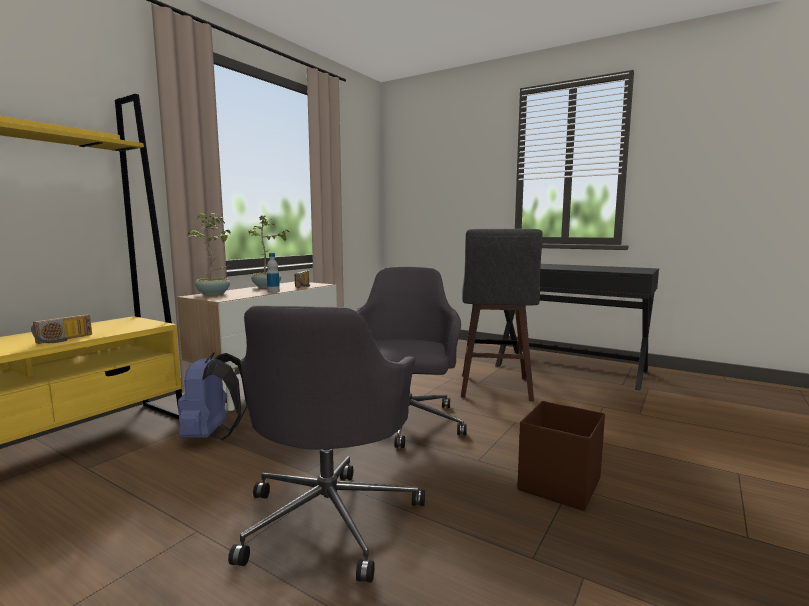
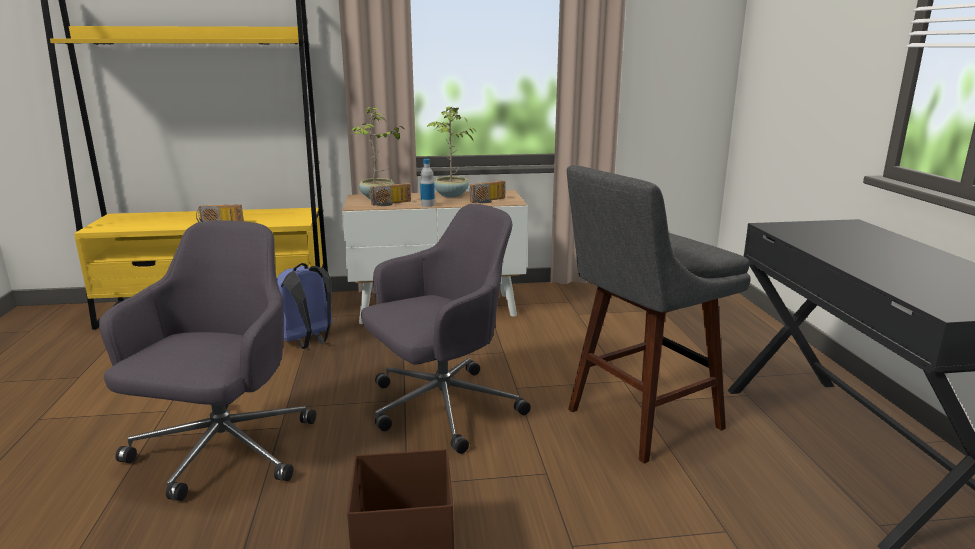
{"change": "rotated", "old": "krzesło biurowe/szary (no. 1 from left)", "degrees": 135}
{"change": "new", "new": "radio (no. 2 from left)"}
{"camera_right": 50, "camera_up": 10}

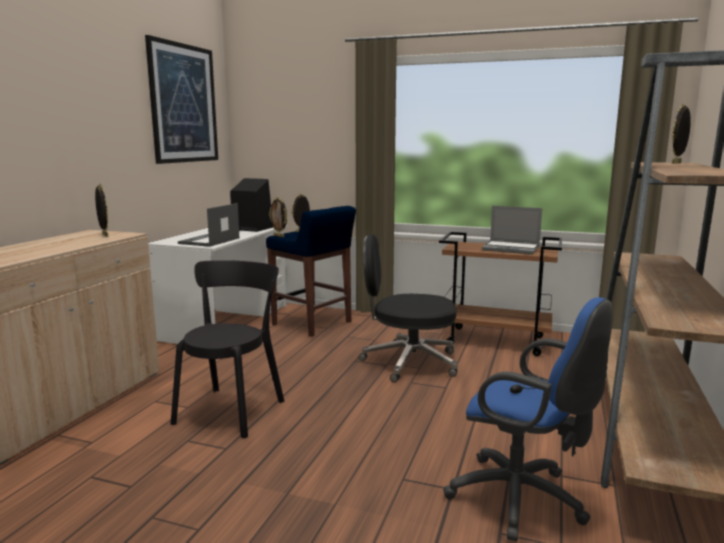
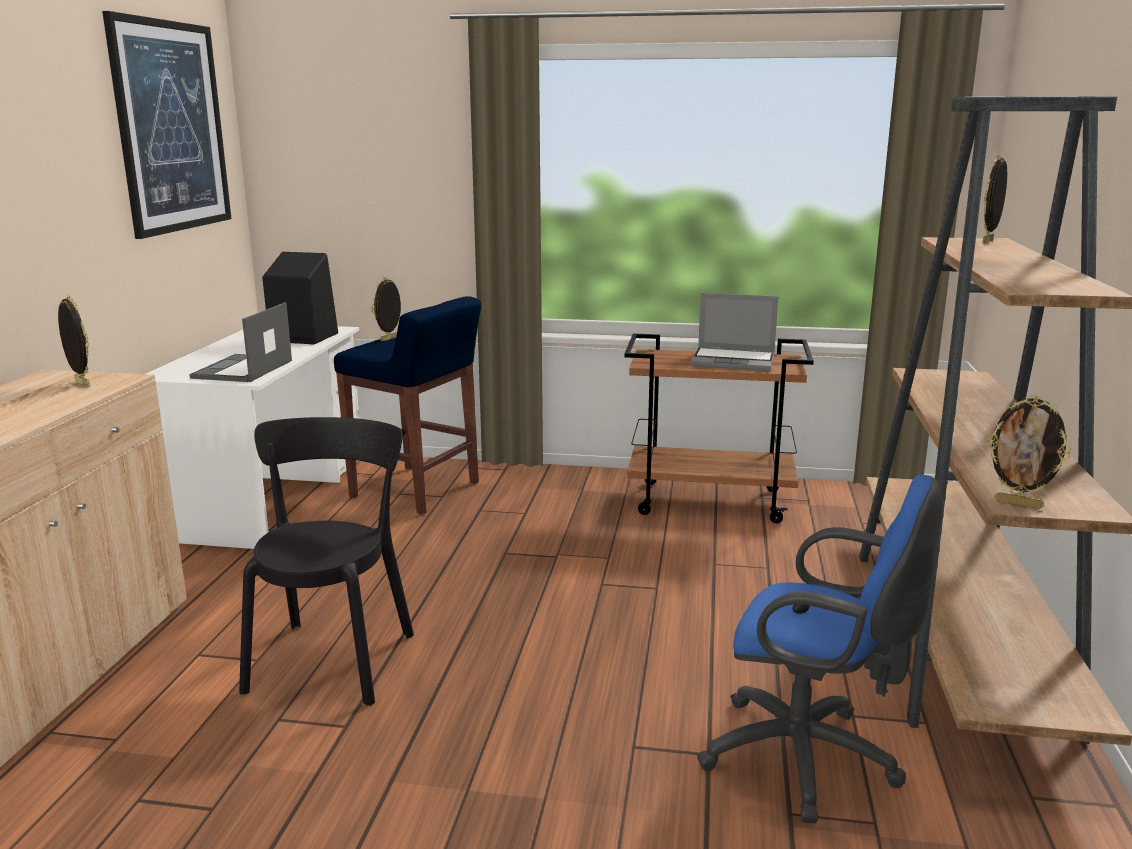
{"change": "shifted", "old": "ramka na zdjęcie (no. 2 from left in the first image)", "new": "ramka na zdjęcie (no. 4 from left)"}
{"change": "gone", "old": "krzesło biurowe/czarny"}
{"camera_right": -10, "camera_up": 5}

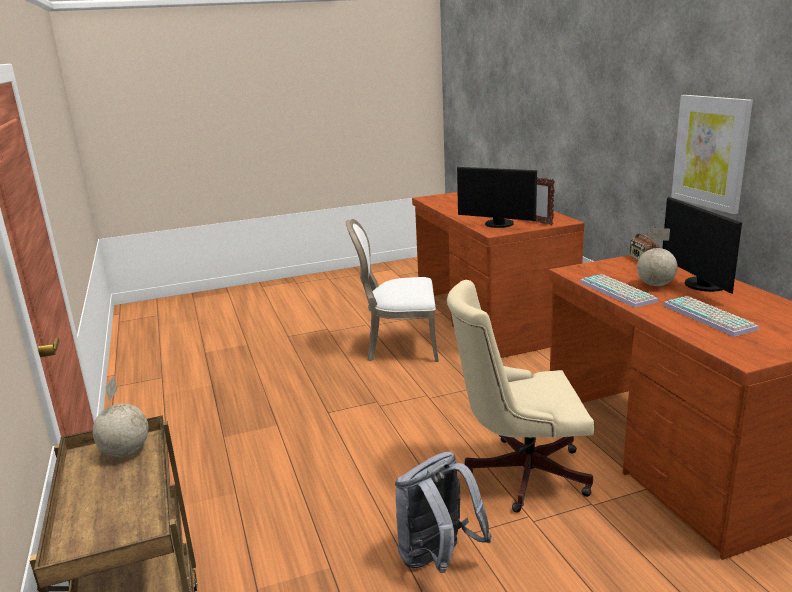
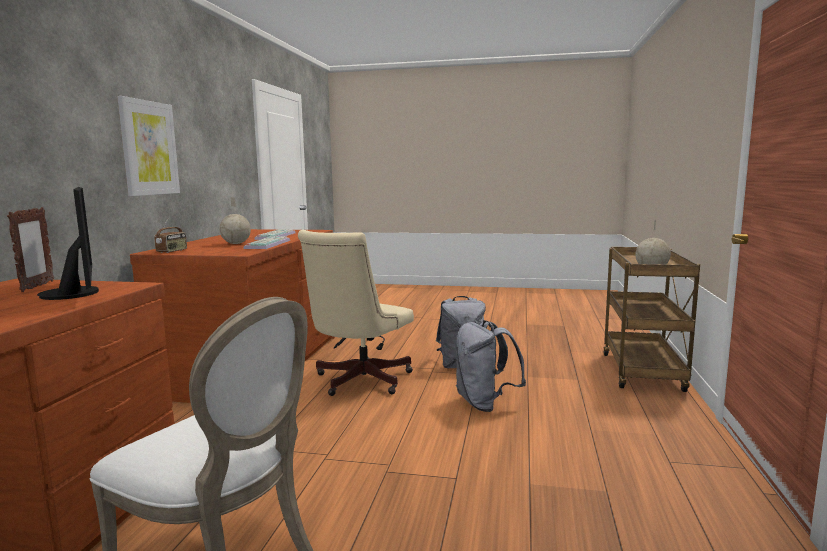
{"change": "rotated", "old": "krzesło biurowe/beżowy", "degrees": 90}
{"change": "new", "new": "plecak/szary (no. 2 from left)"}
{"change": "gone", "old": "monitor (no. 2 from left)"}
{"camera_right": -150, "camera_up": -10}

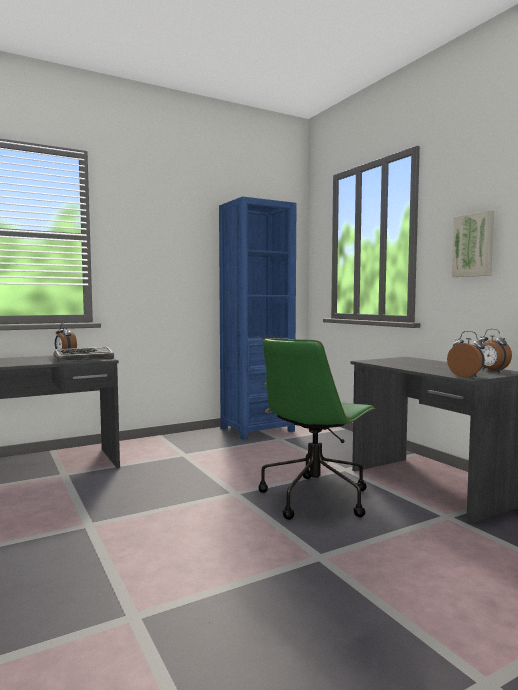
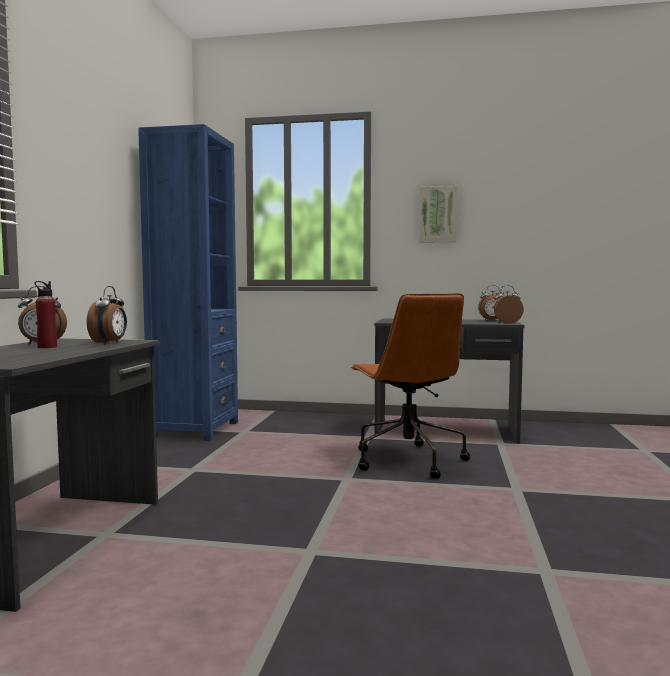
{"change": "new", "new": "butelka/czerwony"}
{"change": "swapped", "old": "klawiatura", "new": "budzik (no. 2 from left)"}
{"change": "repainted", "old": "krzesło biurowe/zielony", "new": "krzesło biurowe/brązowy"}
{"camera_right": -50, "camera_up": 0}

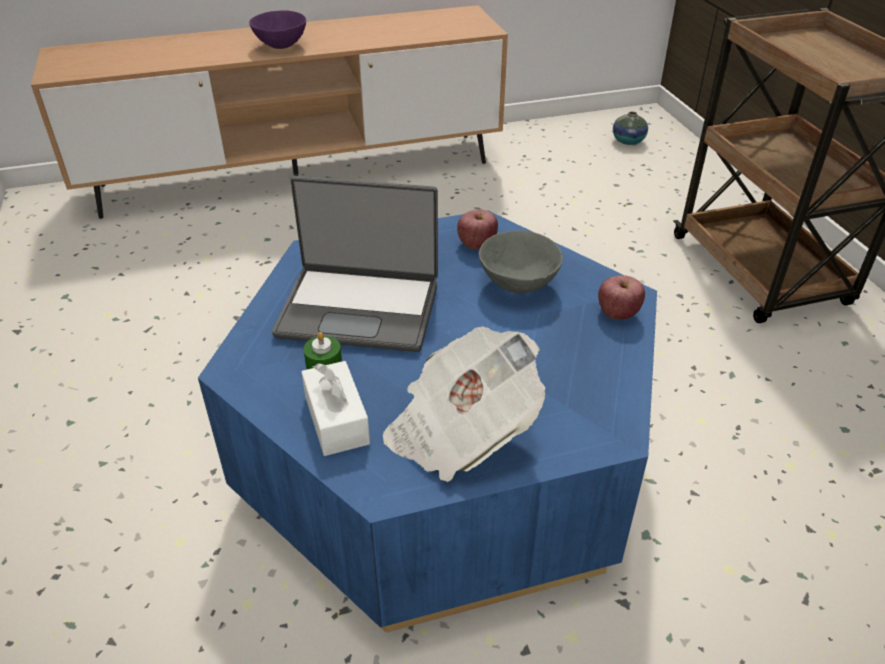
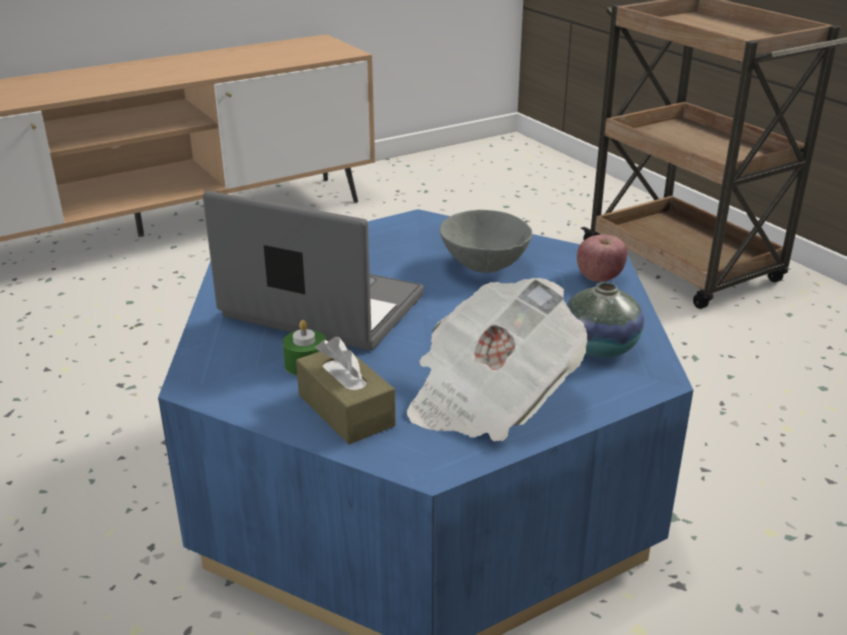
{"change": "rotated", "old": "laptop", "degrees": -150}
{"change": "repainted", "old": "pudełko chusteczek/biały", "new": "pudełko chusteczek/brązowy"}
{"change": "shifted", "old": "wazon"}
{"change": "gone", "old": "miska/fioletowy"}
{"change": "gone", "old": "jabłko (no. 1 from left)"}
{"camera_right": -15, "camera_up": -10}

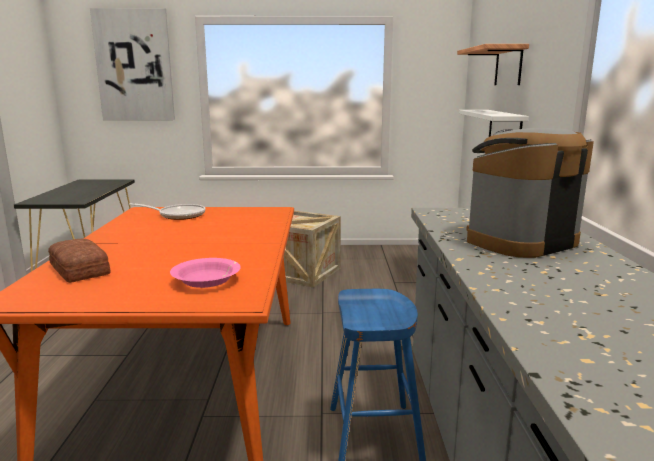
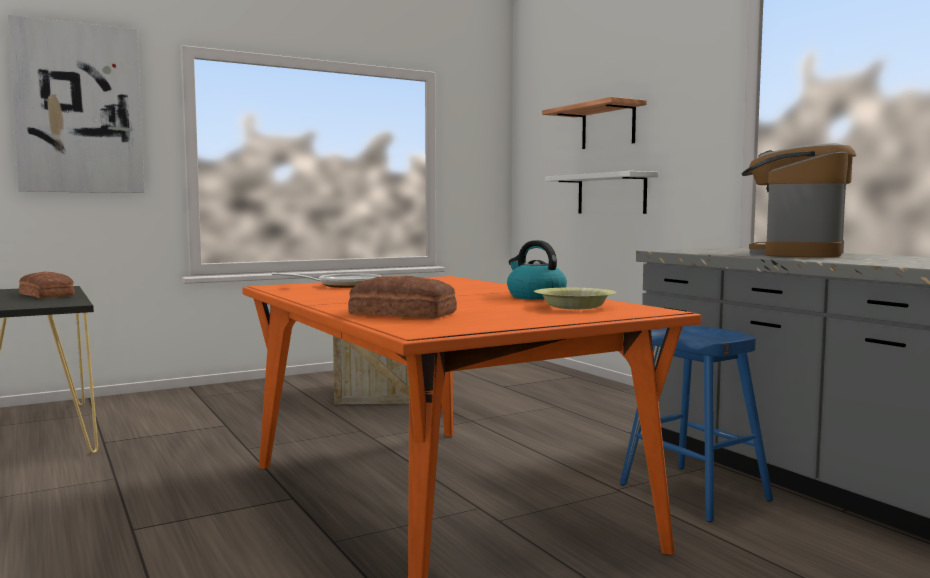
{"change": "new", "new": "chleb (no. 1 from left)"}
{"change": "new", "new": "czajnik"}
{"change": "repainted", "old": "miska/różowy", "new": "miska/żółty"}
{"camera_right": -30, "camera_up": -10}

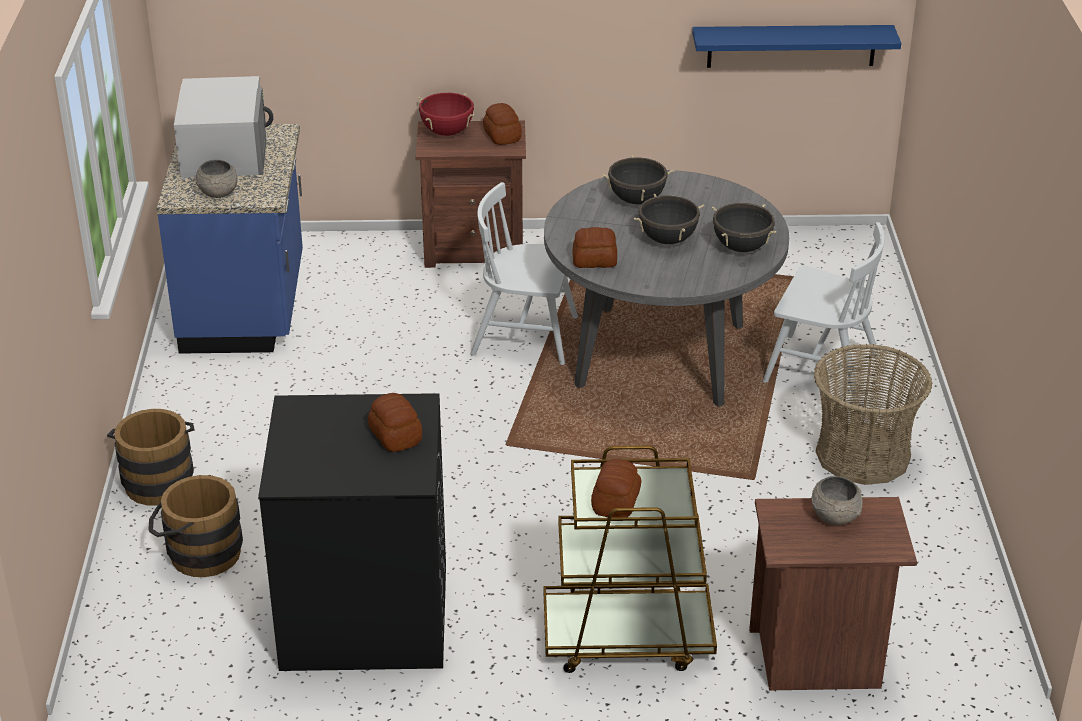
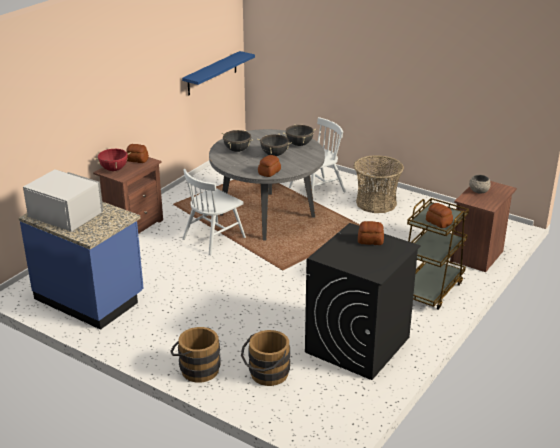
{"change": "gone", "old": "miska/szary (no. 1 from left)"}
{"camera_right": -55, "camera_up": -5}

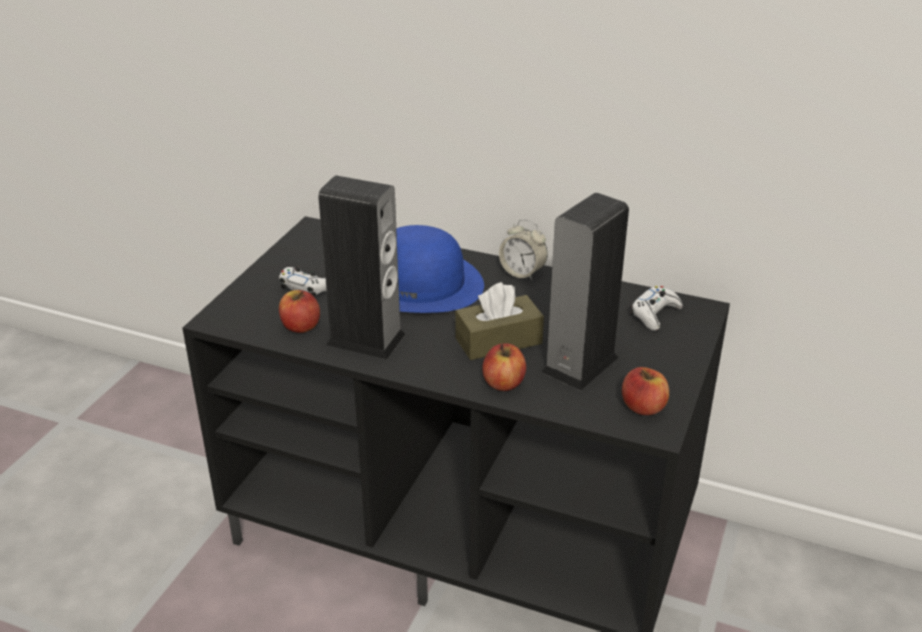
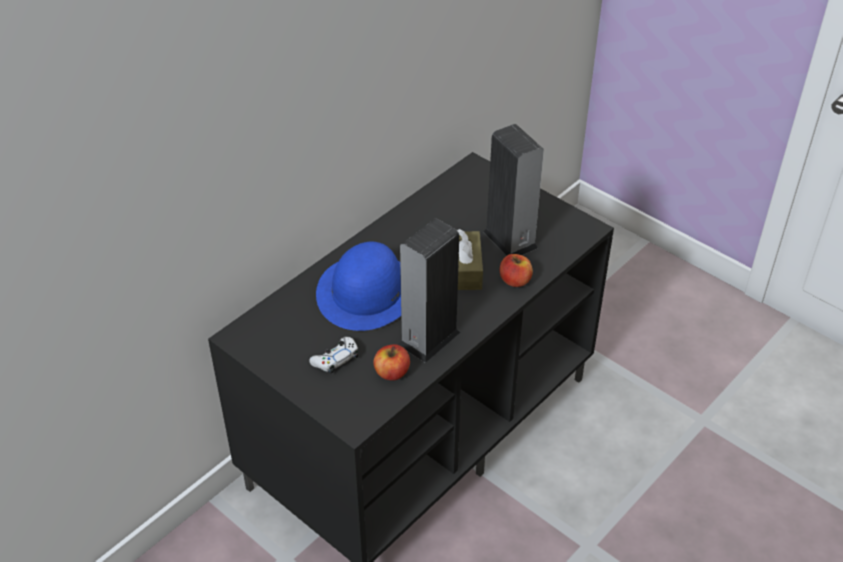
{"change": "gone", "old": "budzik"}
{"change": "gone", "old": "jabłko (no. 3 from left)"}
{"change": "gone", "old": "pad do gier/biały (no. 2 from left)"}
{"camera_right": -70, "camera_up": 10}

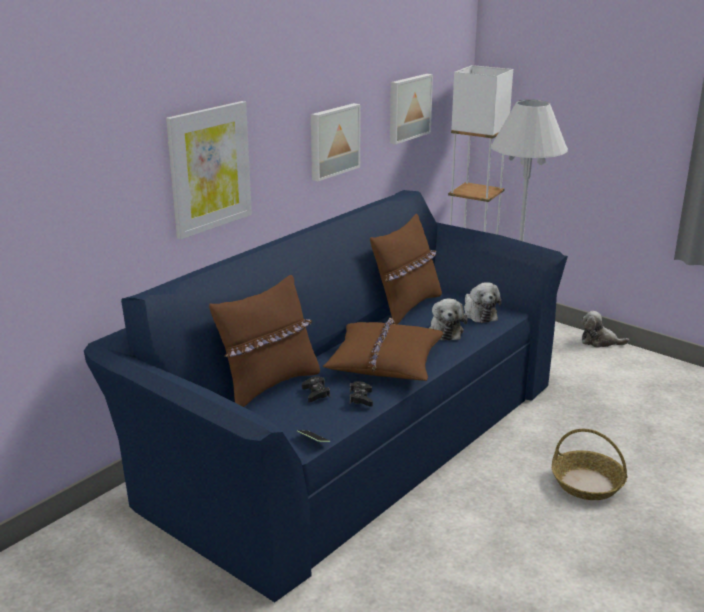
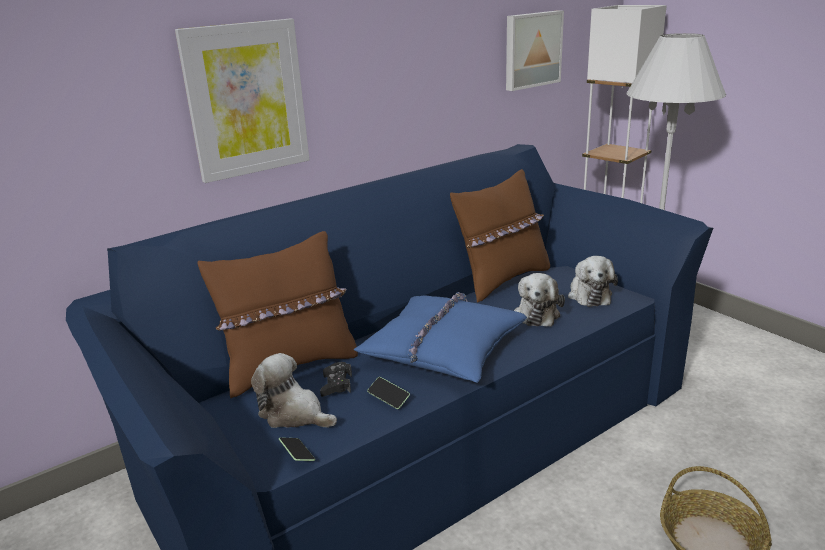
{"change": "shifted", "old": "pluszak (no. 3 from left in the first image)", "new": "pluszak (no. 1 from left)"}
{"change": "repainted", "old": "poduszka/brązowy (no. 2 from left)", "new": "poduszka/niebieski"}
{"change": "swapped", "old": "pad do gier/czarny (no. 2 from left)", "new": "telefon (no. 2 from left)"}
{"change": "gone", "old": "obraz (no. 2 from left)"}
{"camera_right": 15, "camera_up": 0}

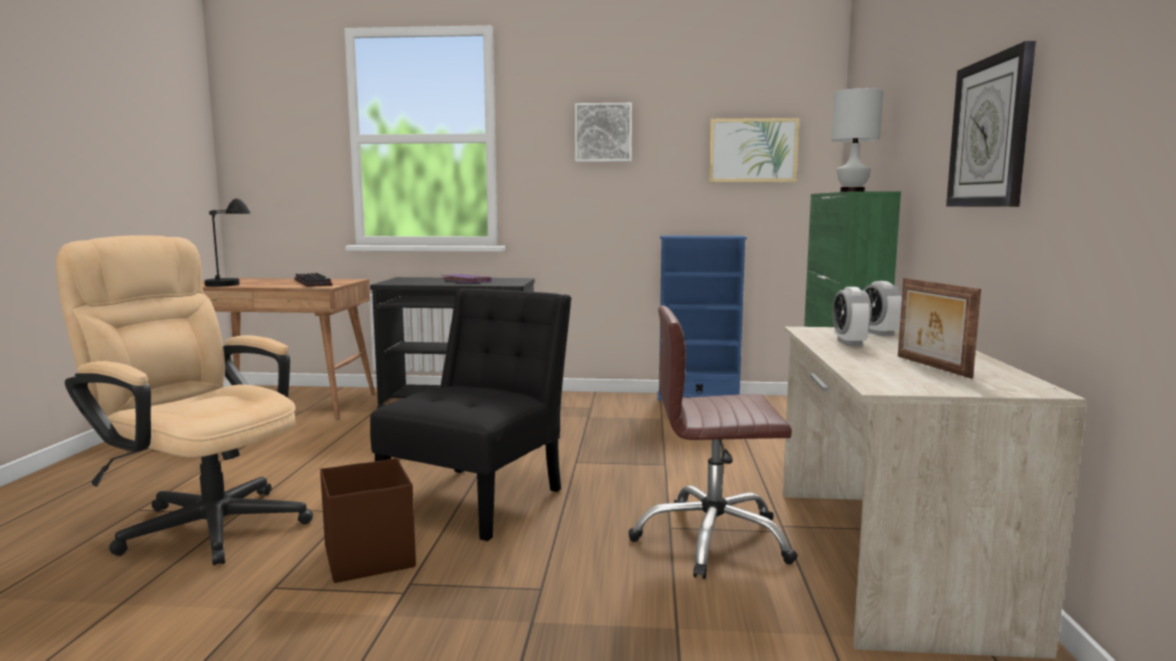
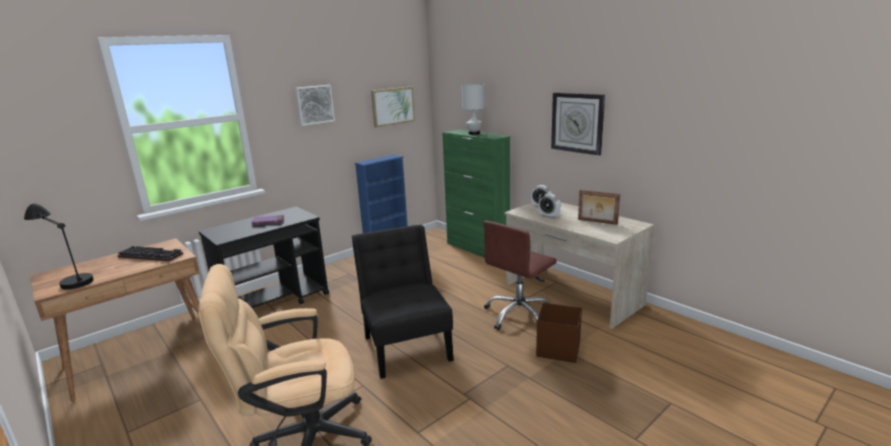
{"change": "shifted", "old": "pojemnik do przechowywania/brązowy"}
{"camera_right": -45, "camera_up": 10}

